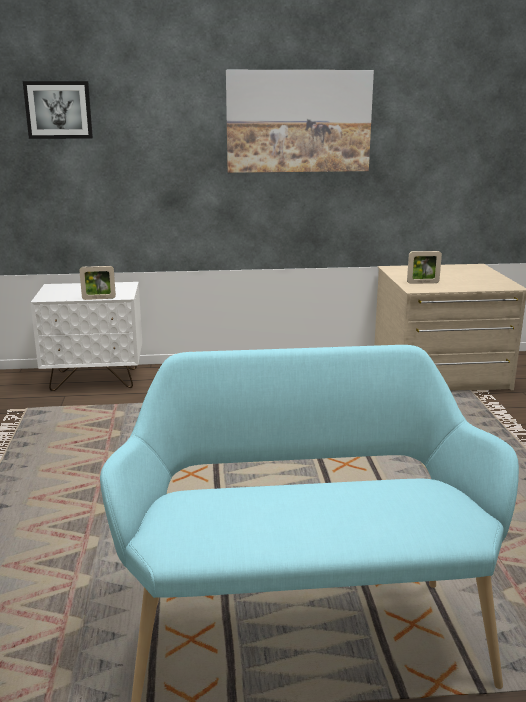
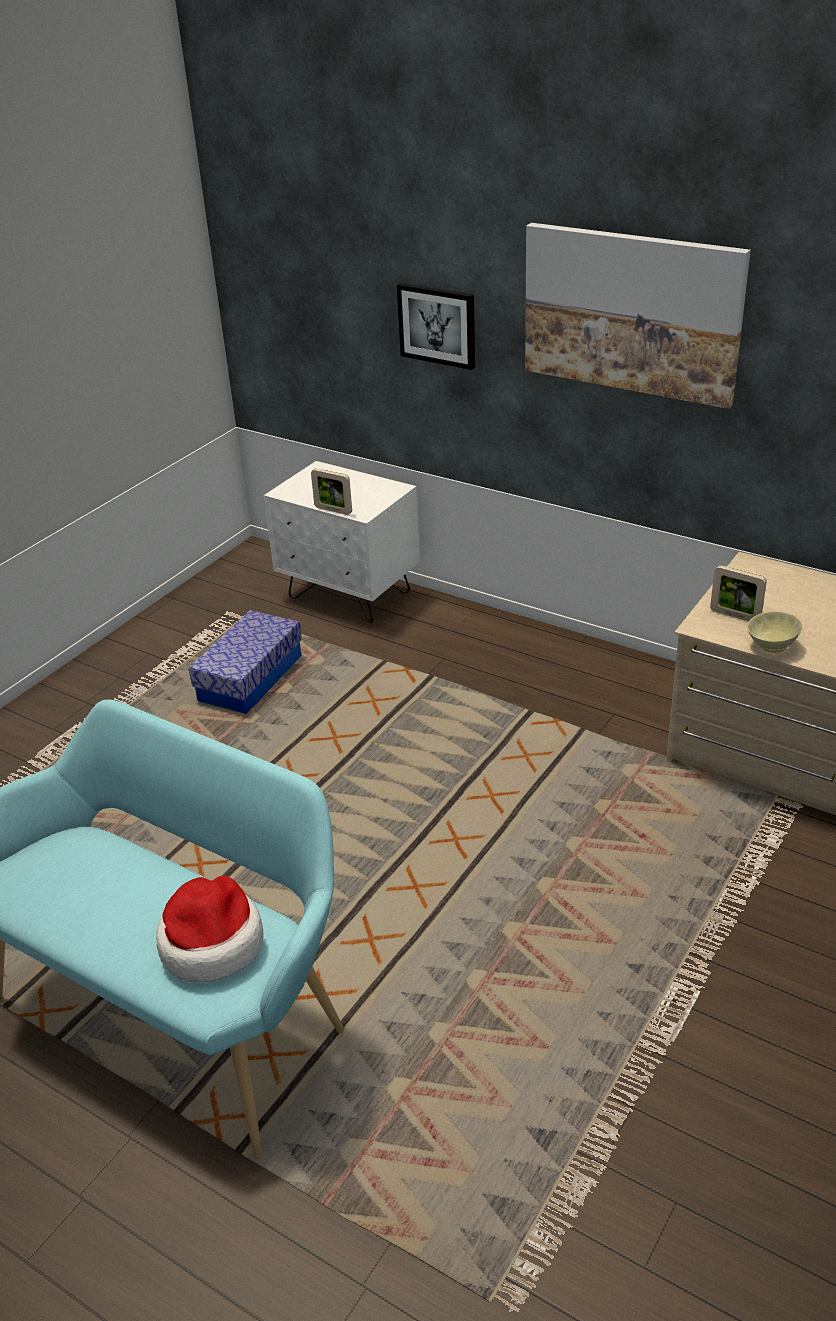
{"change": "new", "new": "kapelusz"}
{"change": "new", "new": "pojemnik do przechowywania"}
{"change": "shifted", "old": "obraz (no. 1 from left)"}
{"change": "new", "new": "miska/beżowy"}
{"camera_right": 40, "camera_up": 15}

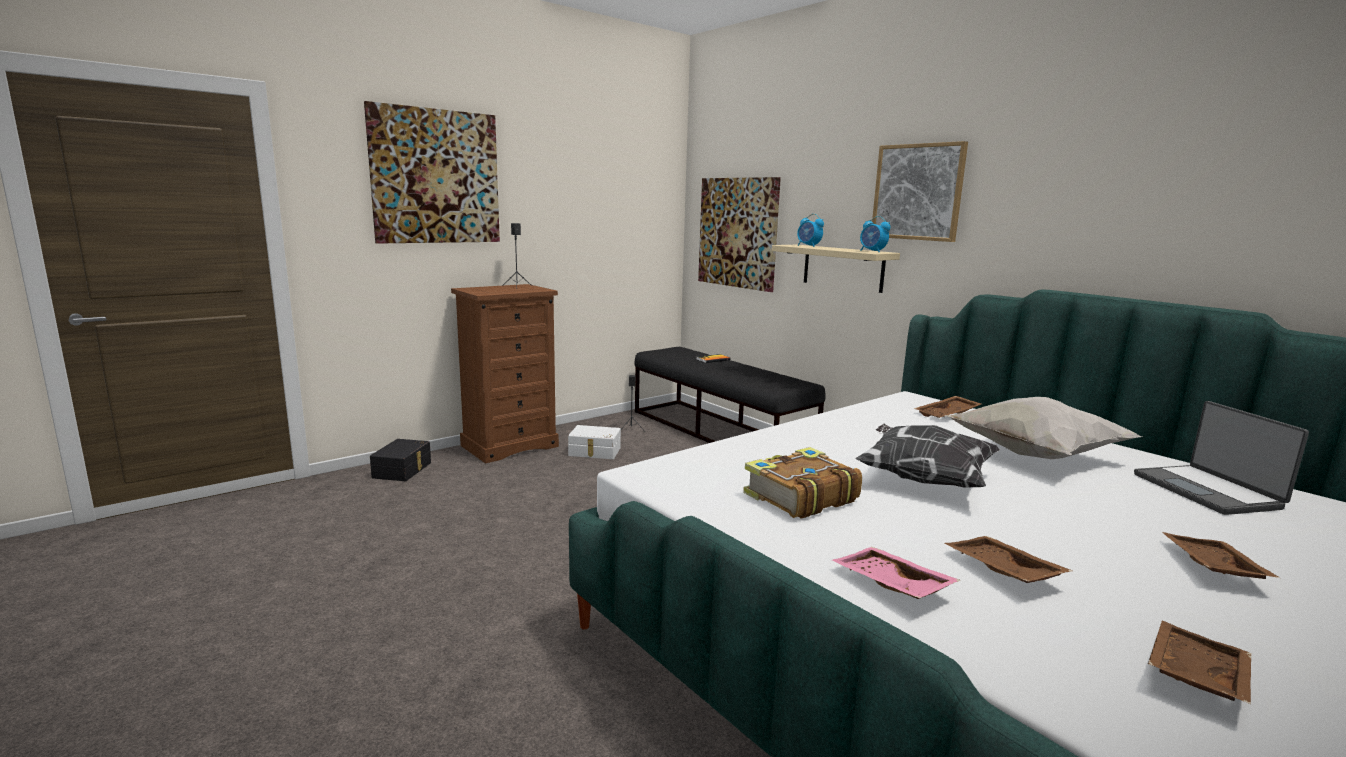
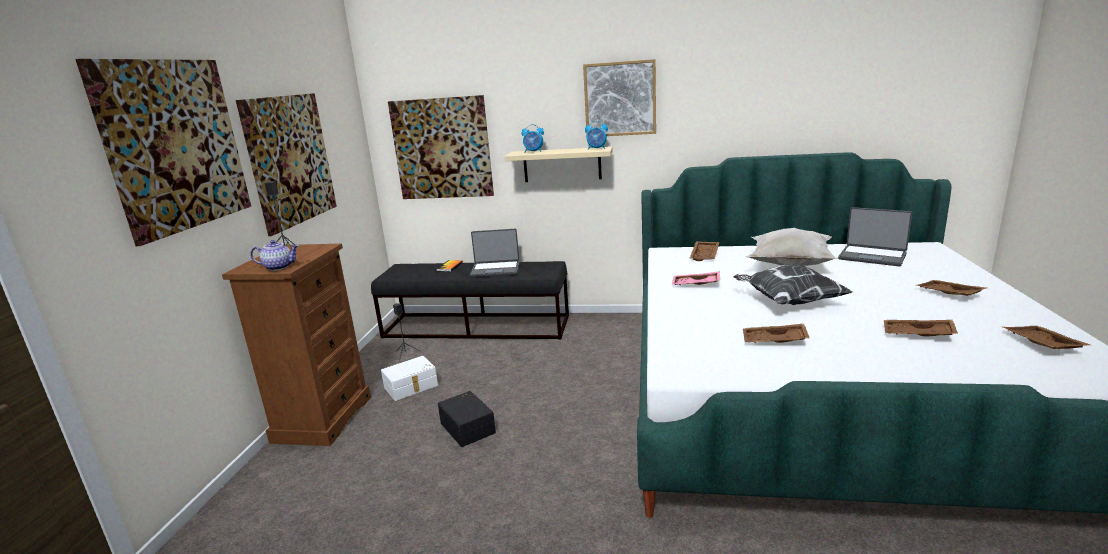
{"change": "new", "new": "obraz (no. 2 from left)"}
{"change": "new", "new": "imbryk"}
{"change": "shifted", "old": "pojemnik do przechowywania/czarny"}
{"change": "new", "new": "laptop (no. 1 from left)"}
{"change": "shifted", "old": "taca/różowy"}
{"change": "swapped", "old": "książka (no. 2 from left)", "new": "taca/brązowy (no. 2 from left)"}
{"camera_right": -40, "camera_up": 5}

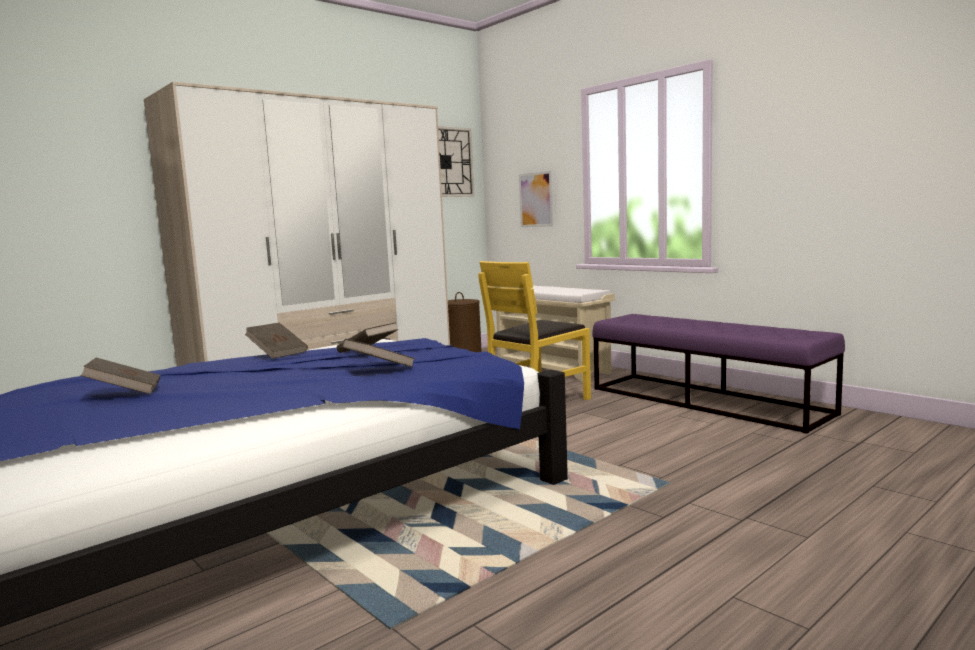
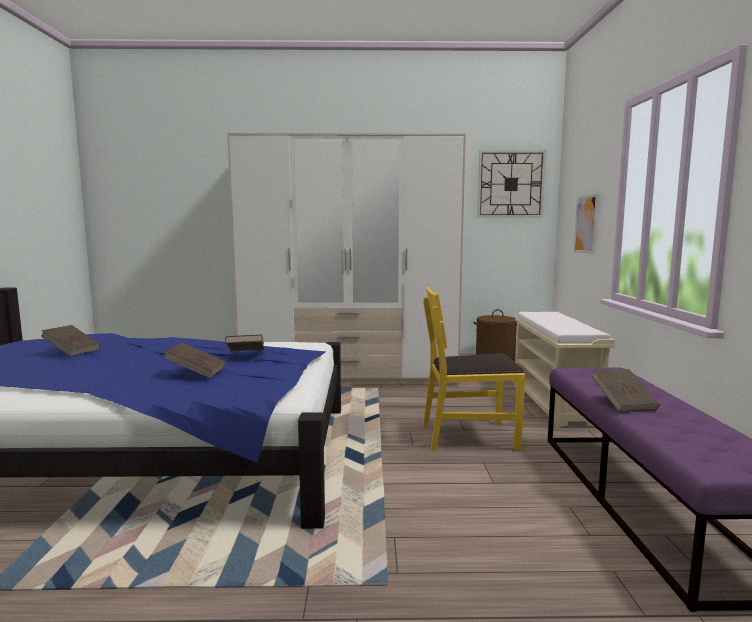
{"change": "shifted", "old": "książka/brązowy (no. 2 from left in the first image)", "new": "książka/brązowy (no. 4 from left)"}
{"camera_right": 40, "camera_up": 0}

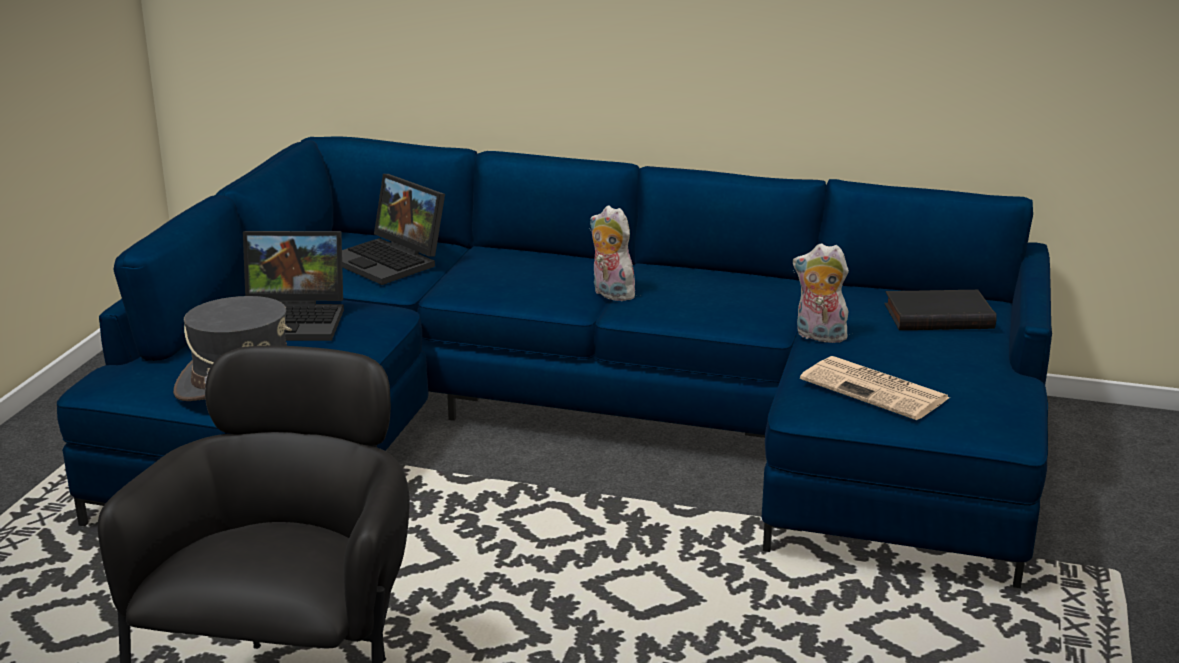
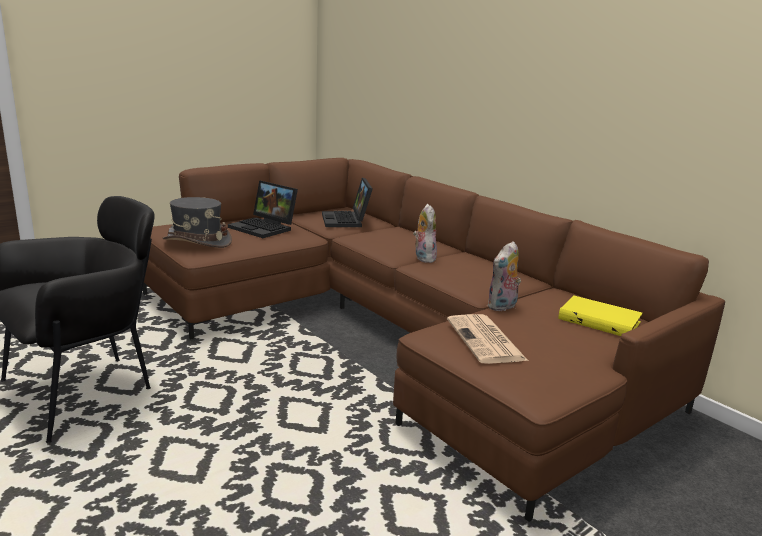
{"change": "repainted", "old": "kanapa/niebieski", "new": "kanapa/brązowy"}
{"change": "rotated", "old": "pluszak (no. 2 from left)", "degrees": -105}
{"change": "repainted", "old": "książka/czarny", "new": "książka/żółty"}
{"camera_right": 35, "camera_up": -5}

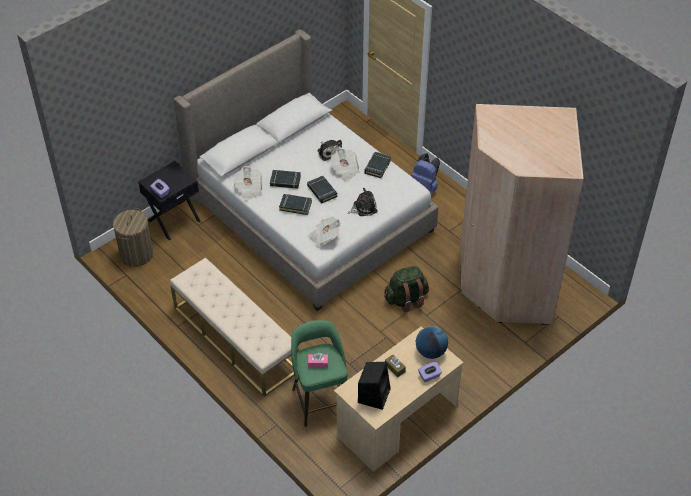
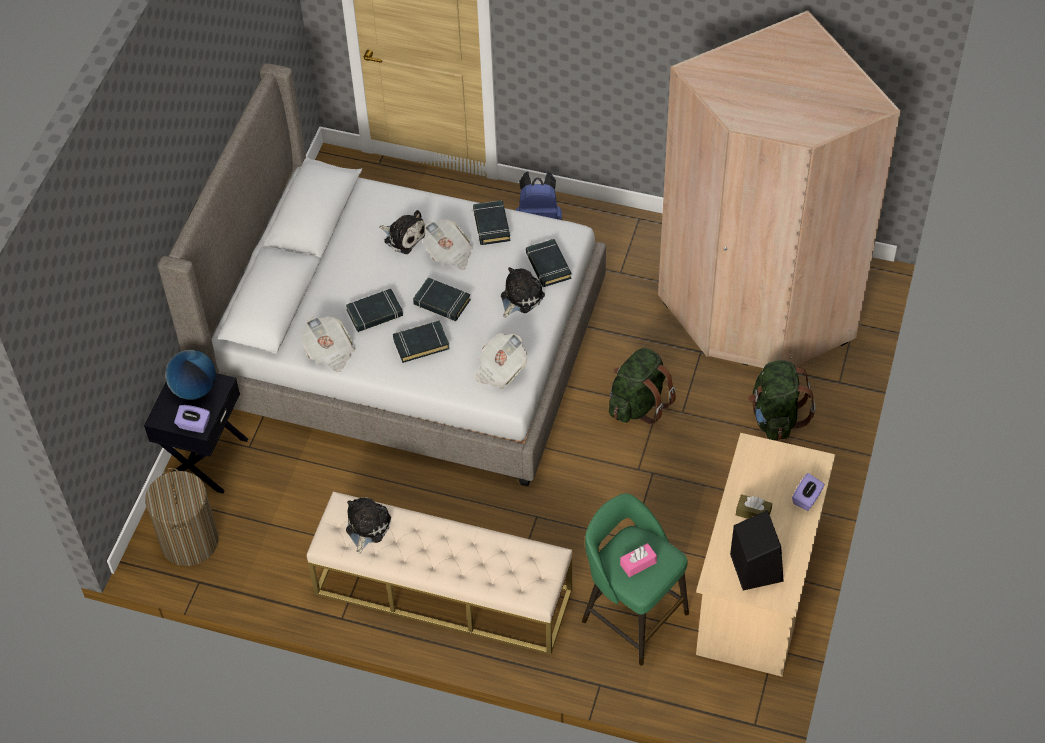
{"change": "shifted", "old": "globus"}
{"change": "new", "new": "pluszak (no. 1 from left)"}
{"change": "new", "new": "książka/czarny (no. 5 from left)"}
{"change": "new", "new": "plecak/zielony (no. 2 from left)"}
{"camera_right": -30, "camera_up": 5}

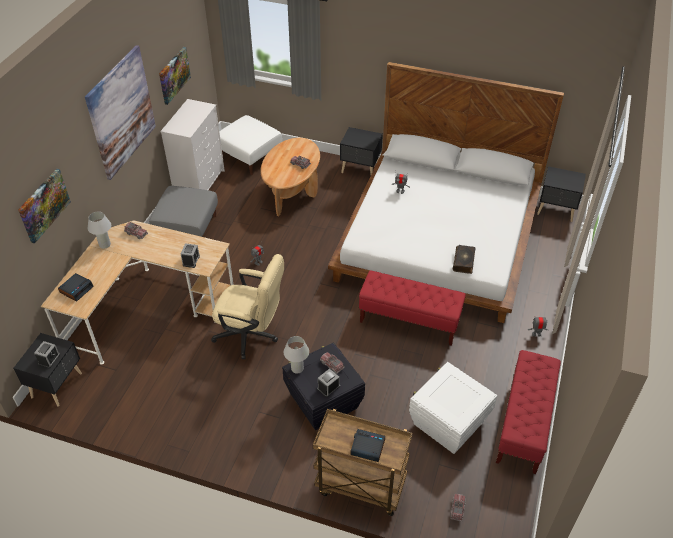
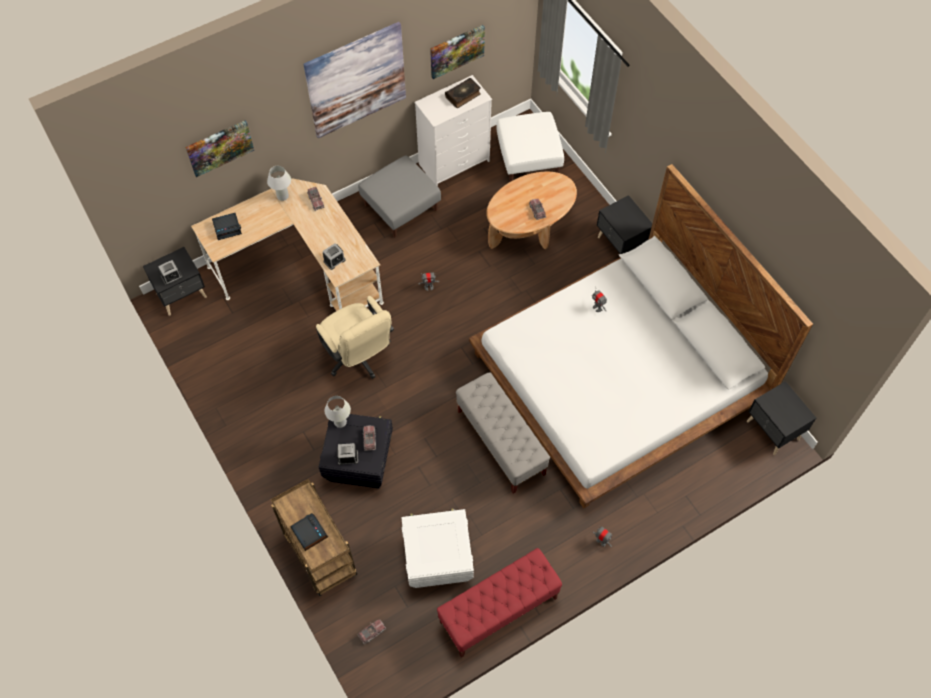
{"change": "shifted", "old": "książka"}
{"change": "repainted", "old": "ławka/czerwony (no. 1 from left)", "new": "ławka/szary"}
{"camera_right": 40, "camera_up": 15}

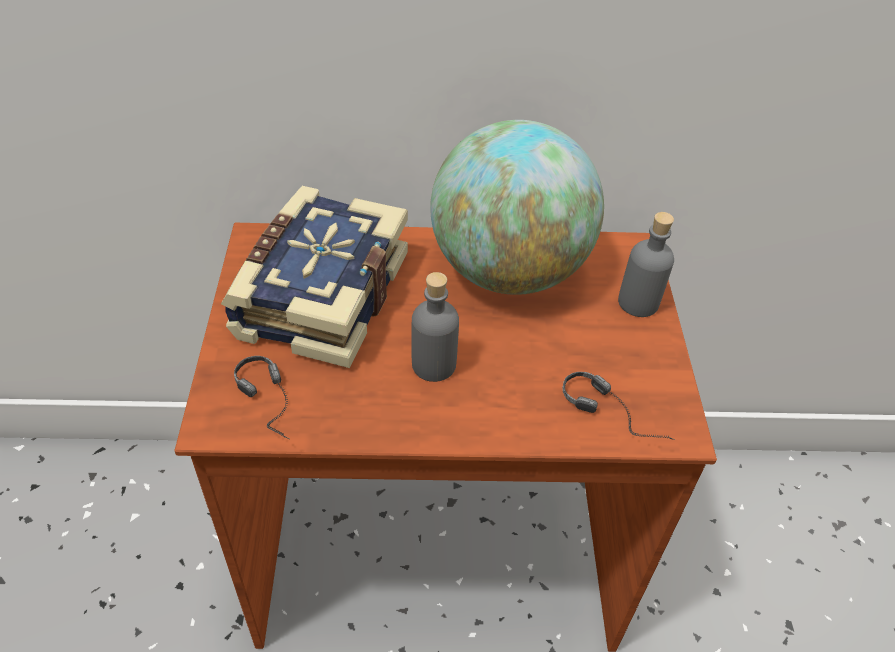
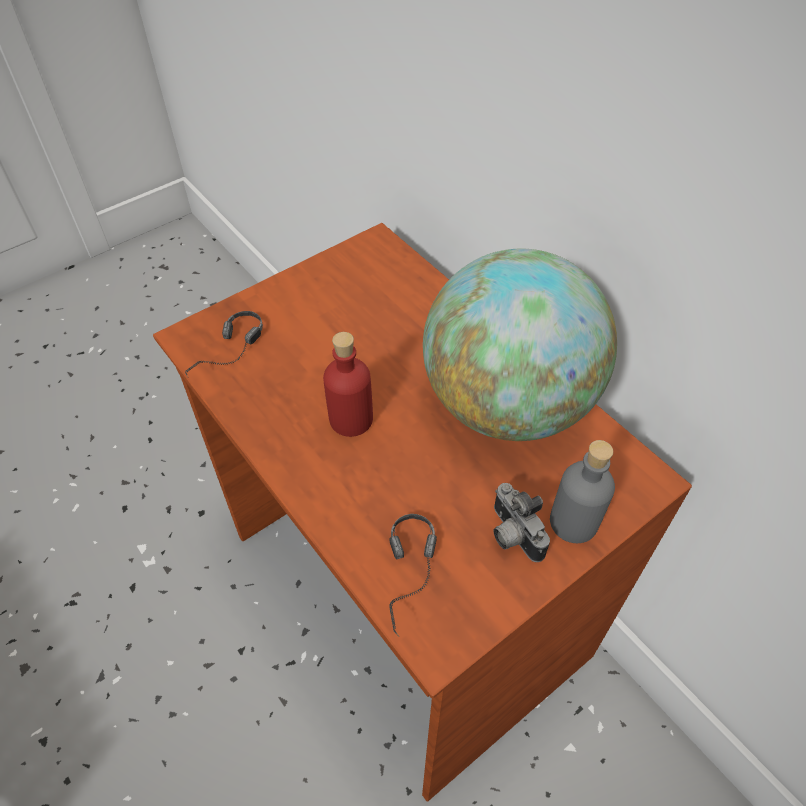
{"change": "repainted", "old": "butelka/szary (no. 1 from left)", "new": "butelka/czerwony"}
{"change": "new", "new": "aparat fotograficzny"}
{"change": "gone", "old": "książka"}
{"camera_right": 55, "camera_up": 5}

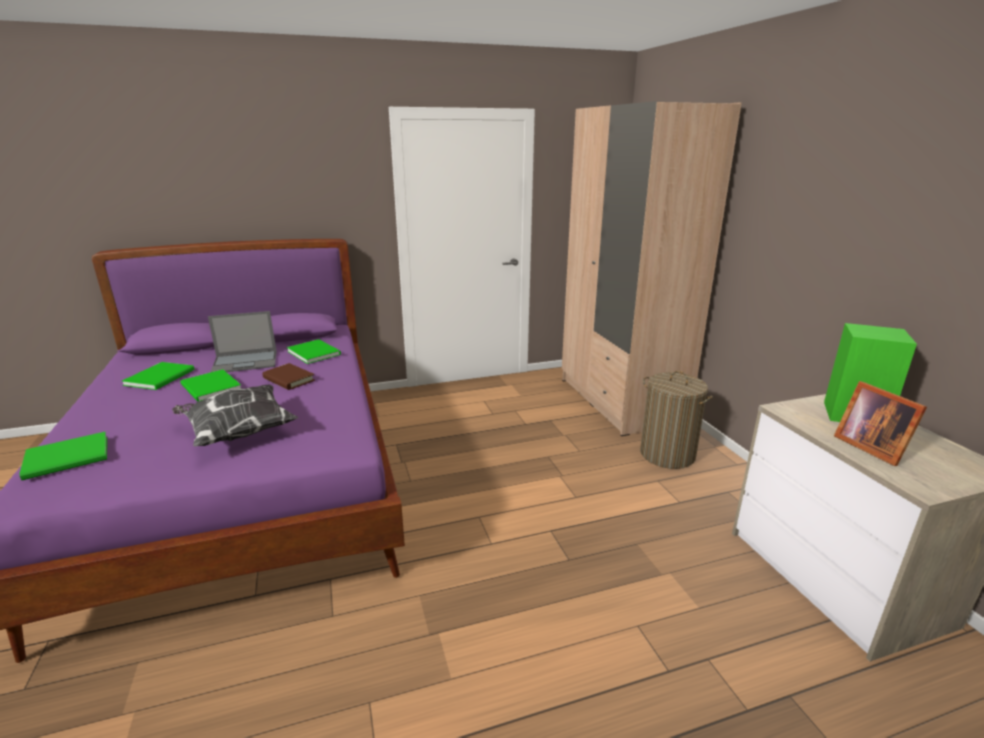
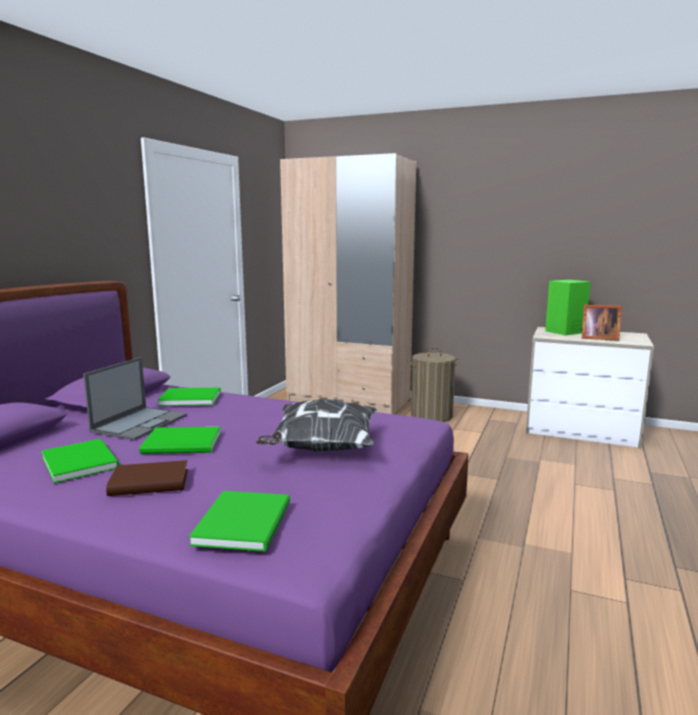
{"change": "shifted", "old": "książka/brązowy"}
{"camera_right": -50, "camera_up": -10}

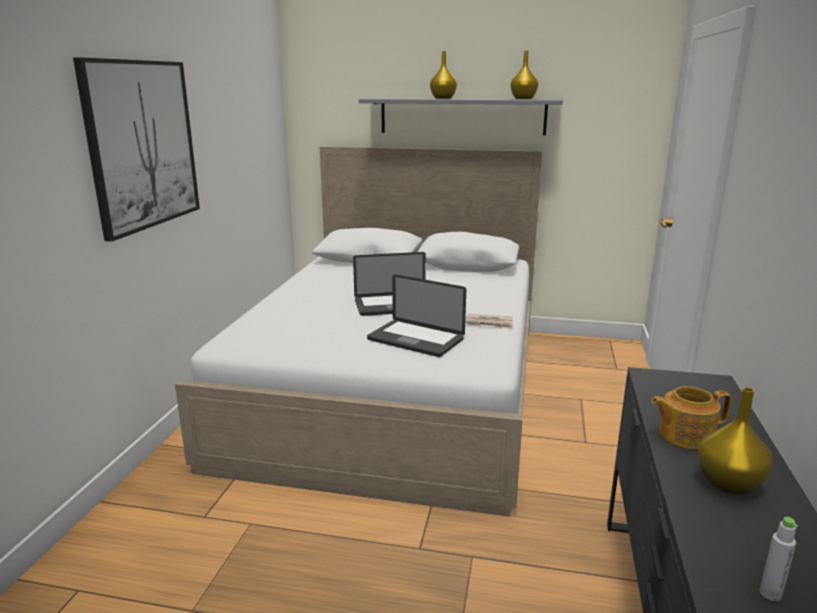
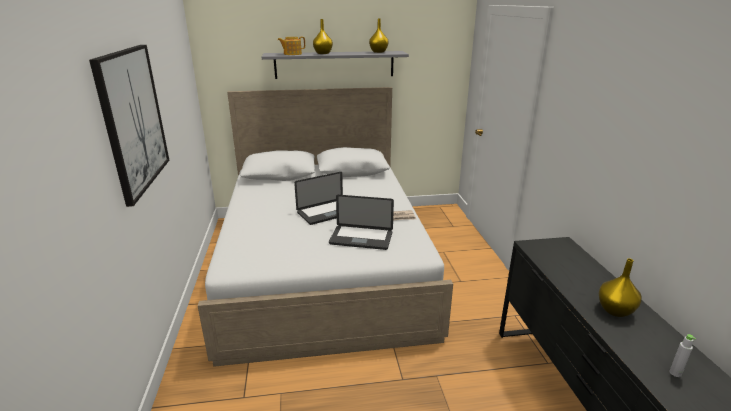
{"change": "shifted", "old": "imbryk"}
{"camera_right": -20, "camera_up": 5}

